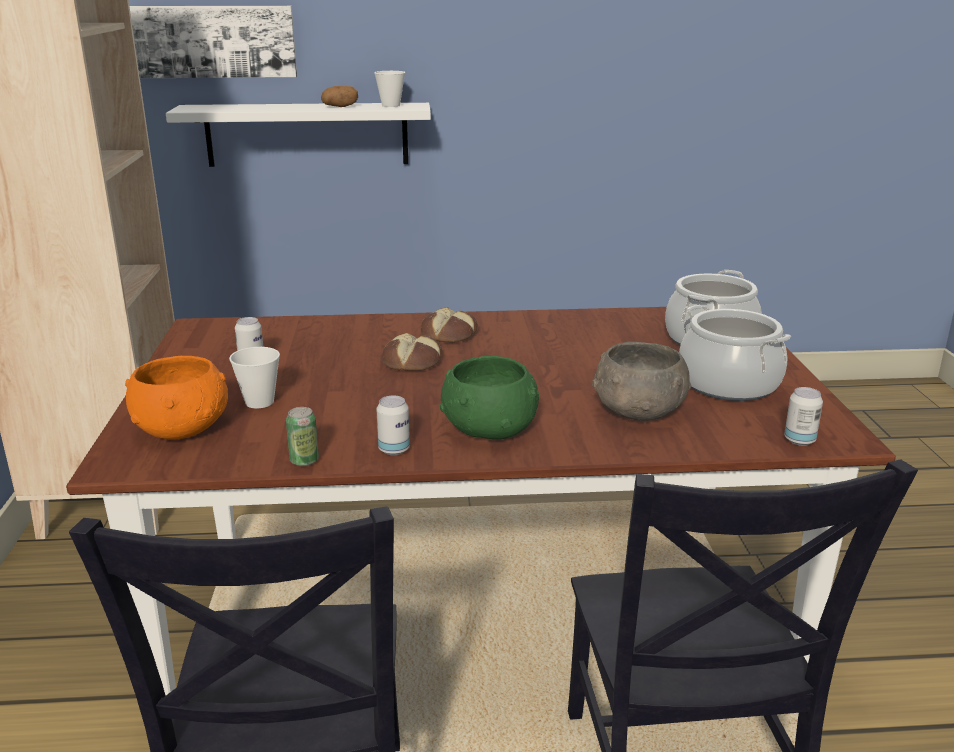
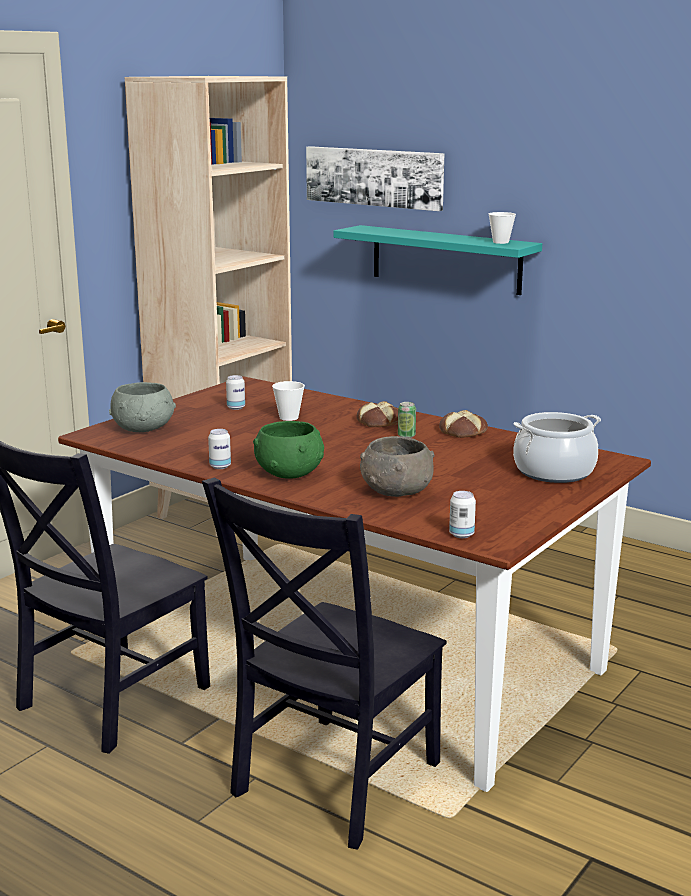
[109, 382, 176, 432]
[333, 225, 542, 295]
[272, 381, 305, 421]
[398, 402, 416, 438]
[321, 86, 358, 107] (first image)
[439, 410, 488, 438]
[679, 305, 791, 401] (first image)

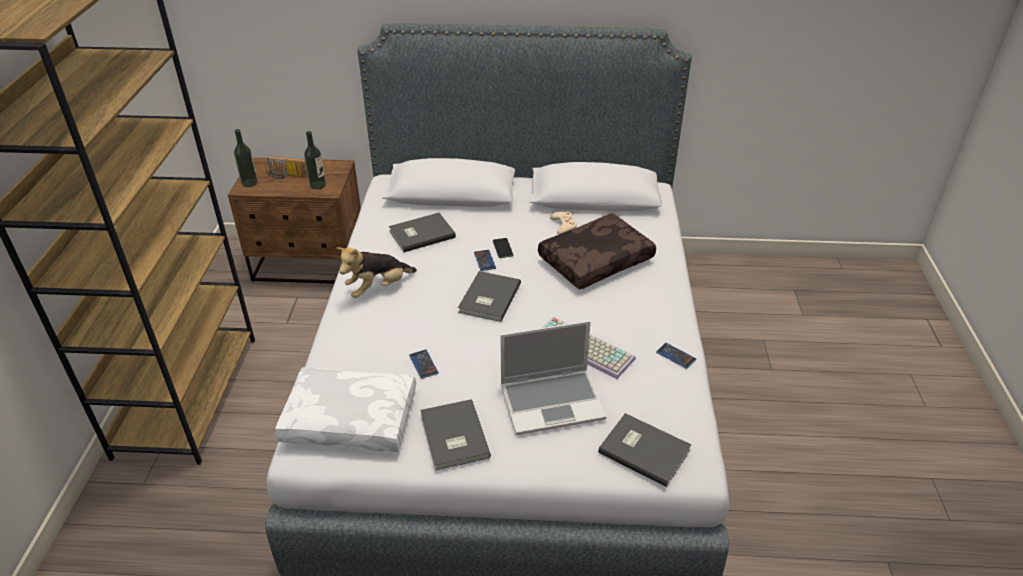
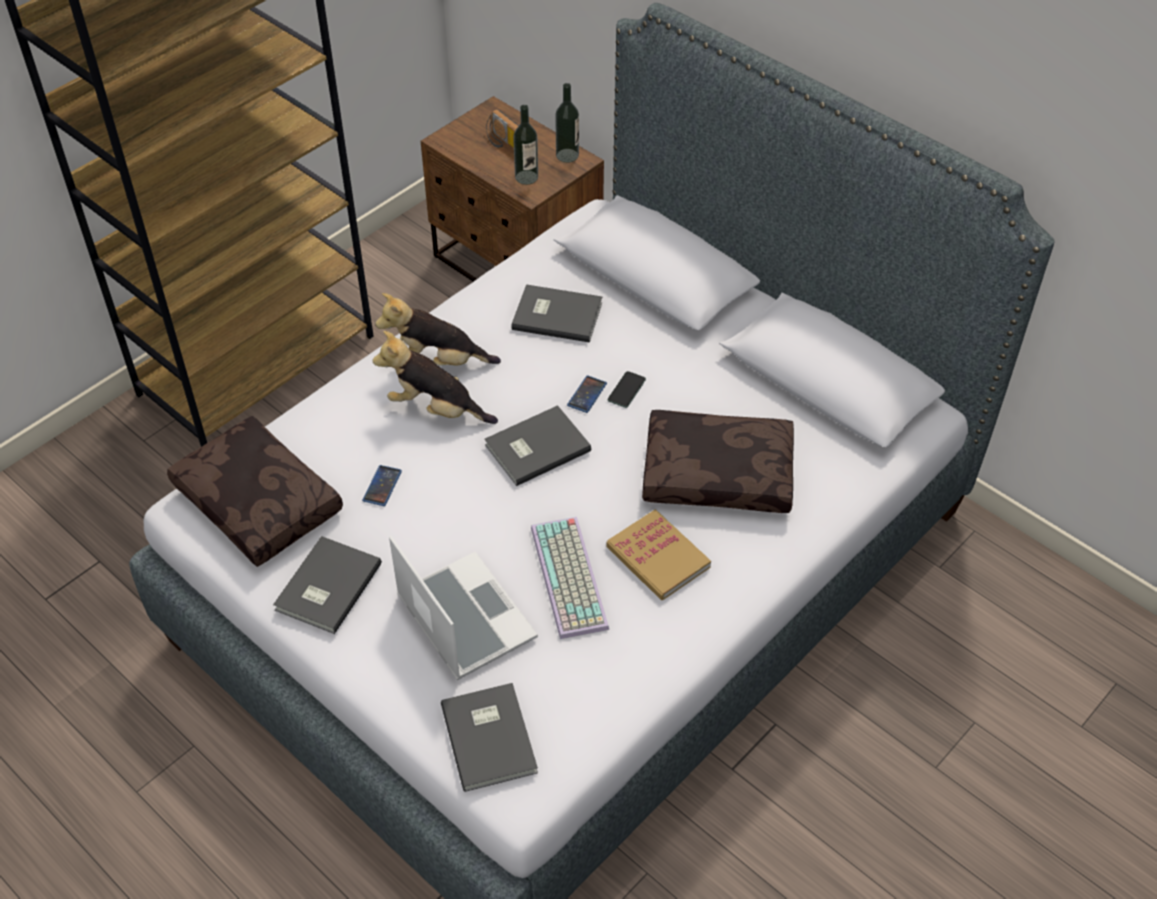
[555, 83, 579, 163]
[167, 416, 343, 567]
[389, 536, 538, 680]
[550, 211, 577, 235] (first image)
[656, 343, 696, 369] (first image)
[373, 331, 498, 424]
[606, 509, 711, 601]

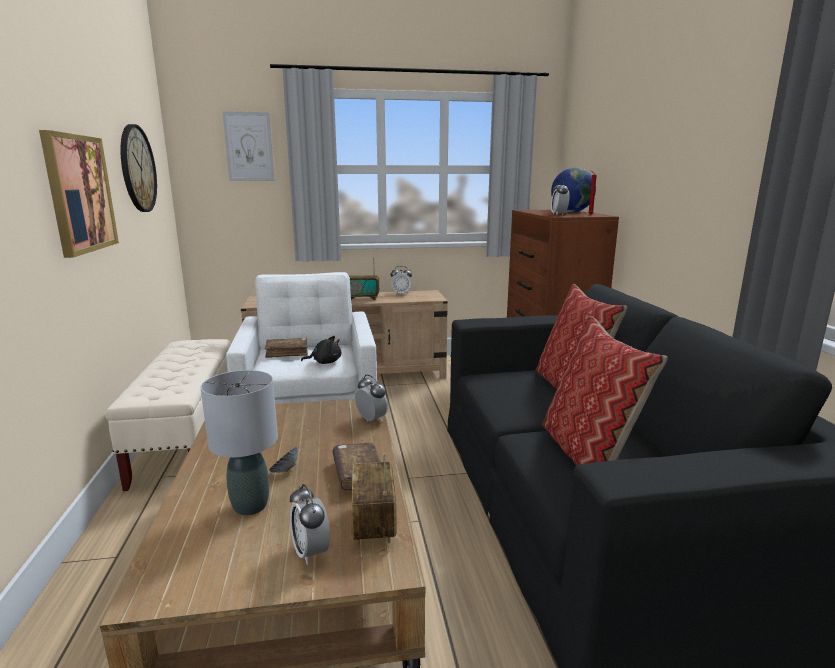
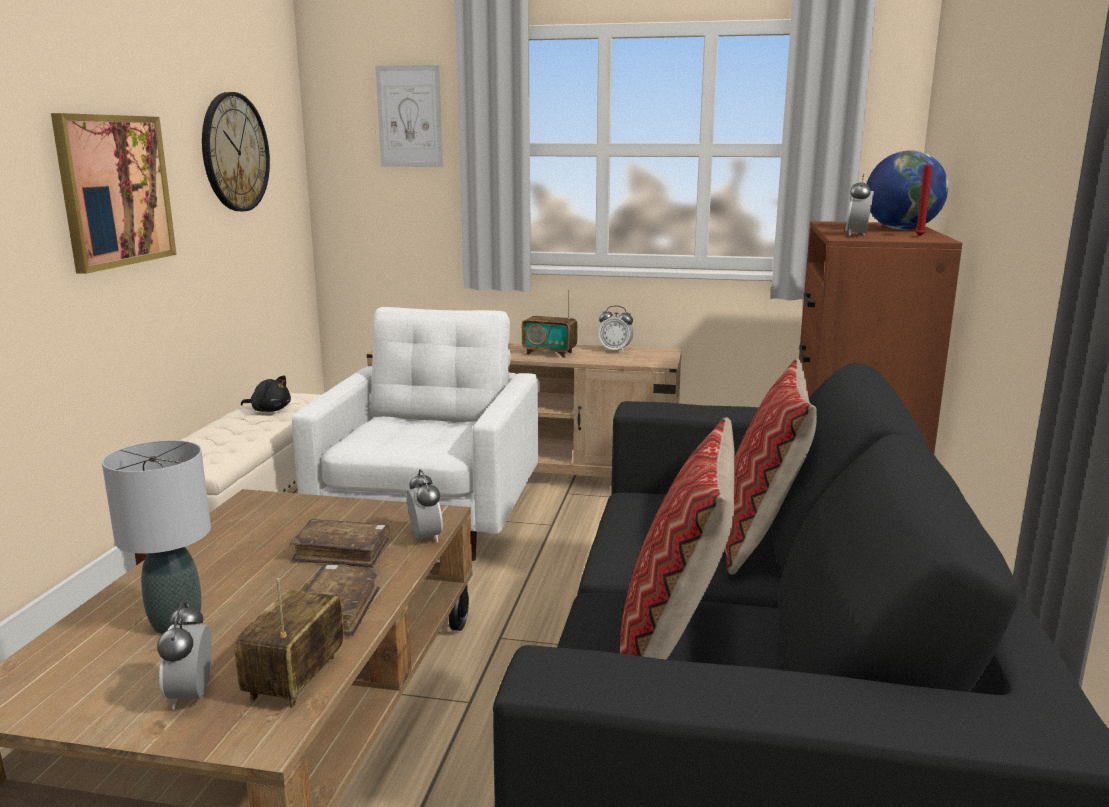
[290, 519, 390, 568]
[269, 447, 298, 473] (first image)
[241, 375, 291, 412]

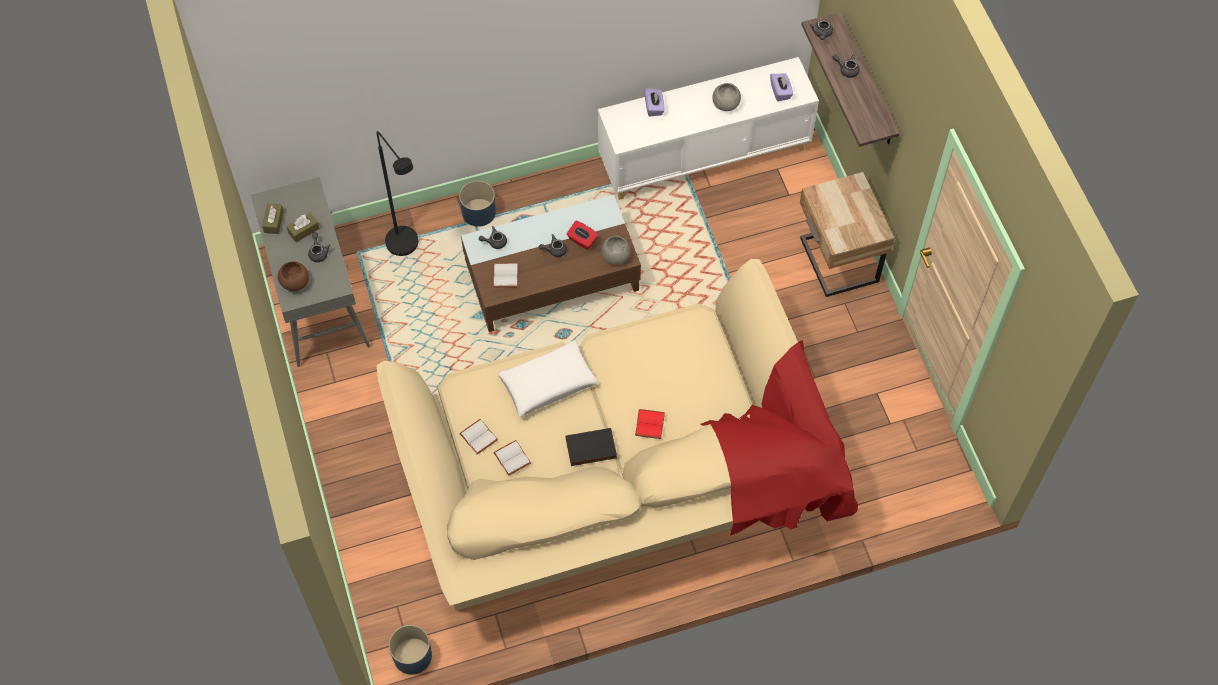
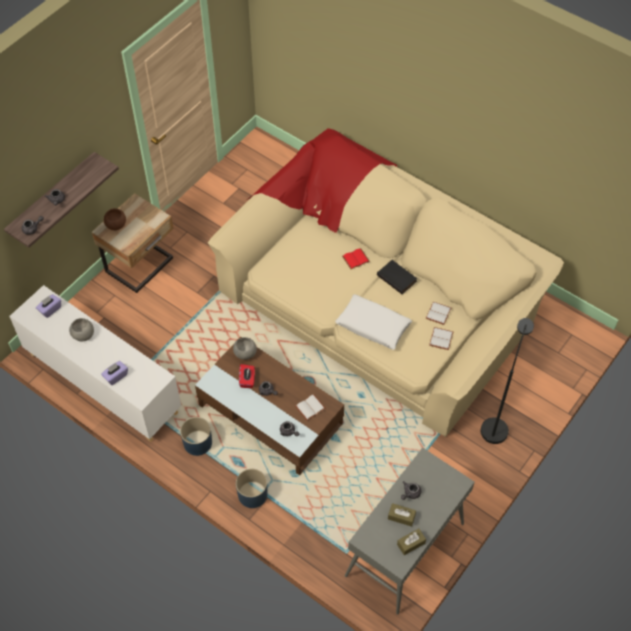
[104, 208, 126, 230]
[480, 318, 534, 444]
[180, 417, 212, 456]

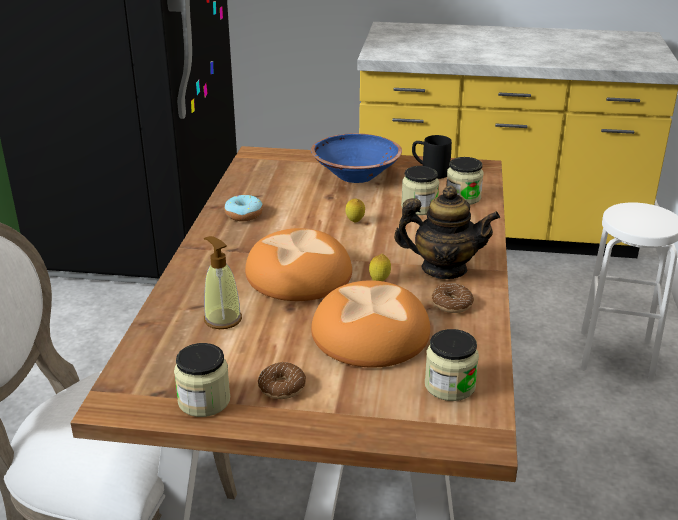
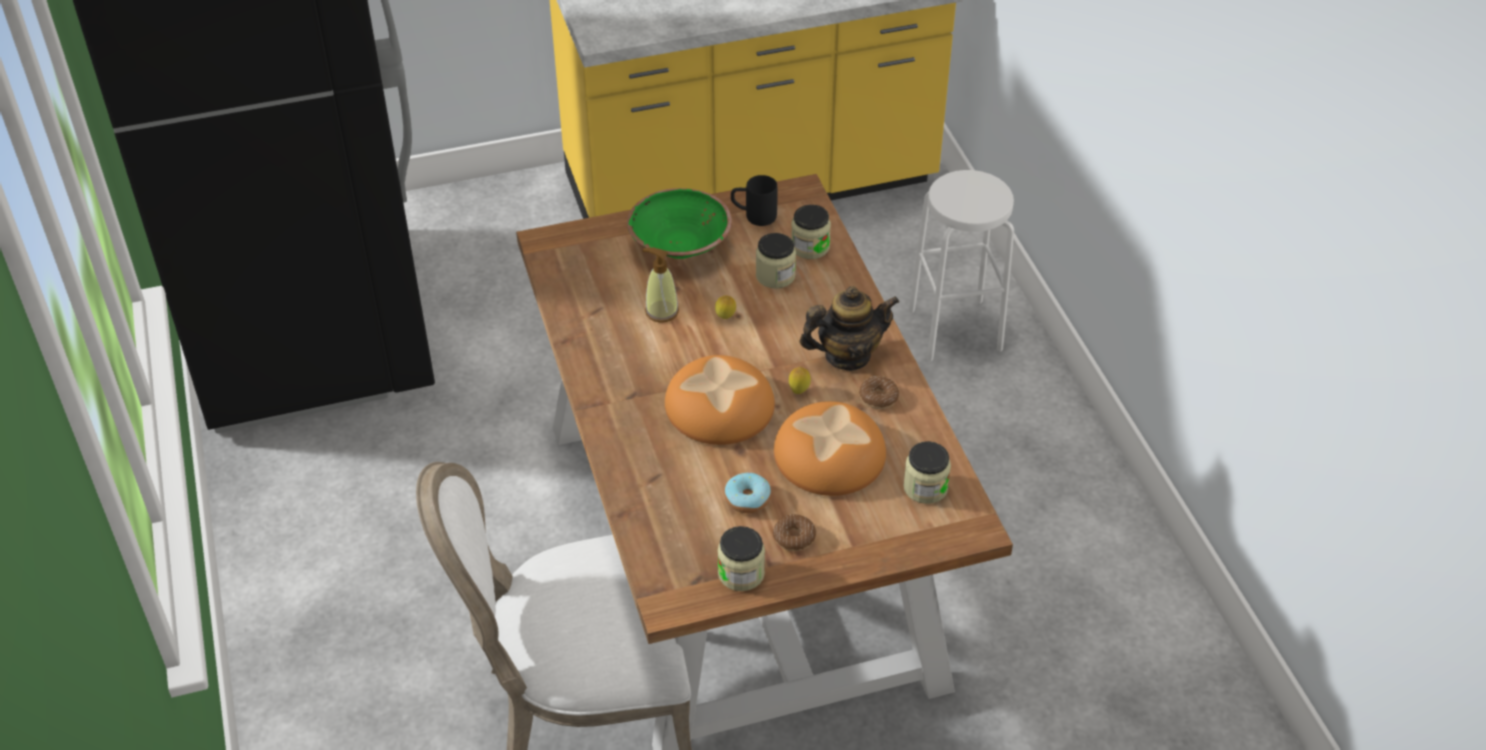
[642, 247, 679, 323]
[725, 472, 771, 513]
[627, 188, 732, 259]

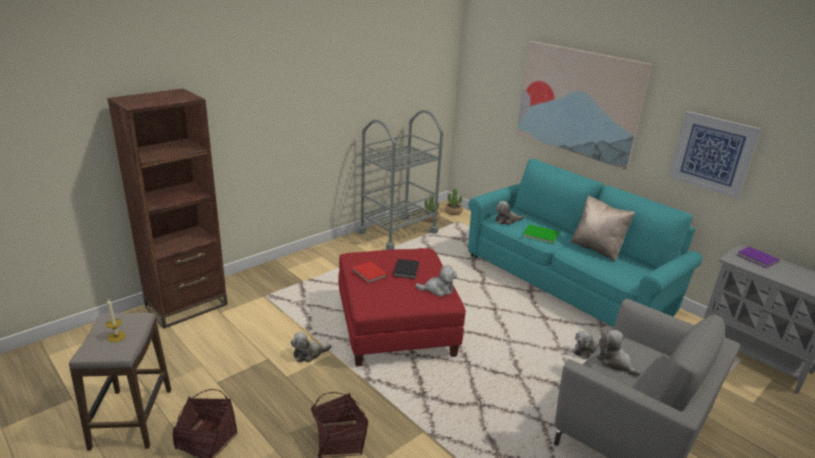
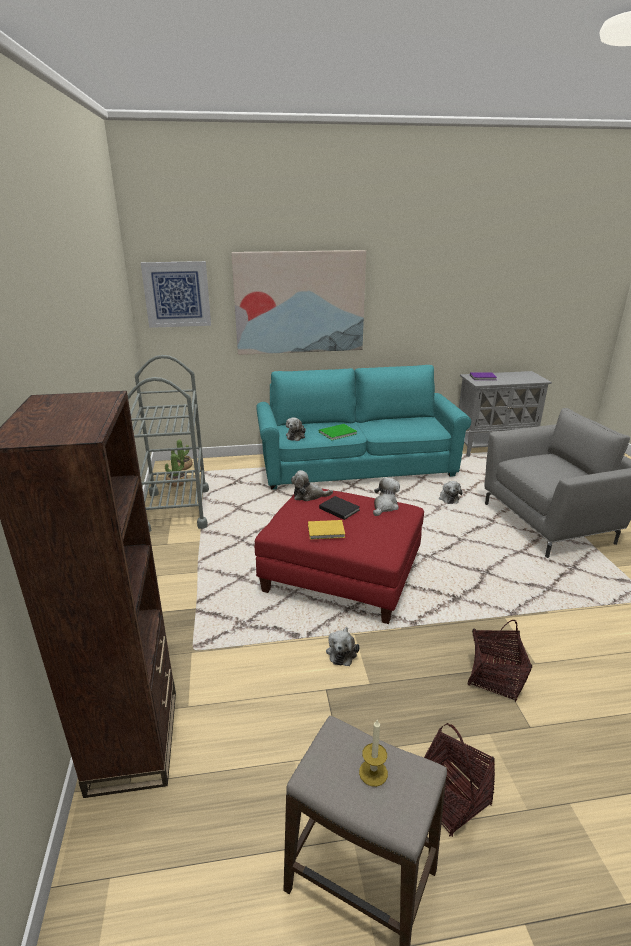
[308, 520, 345, 539]
[570, 195, 635, 262] (first image)
[291, 470, 333, 501]
[141, 261, 211, 328]

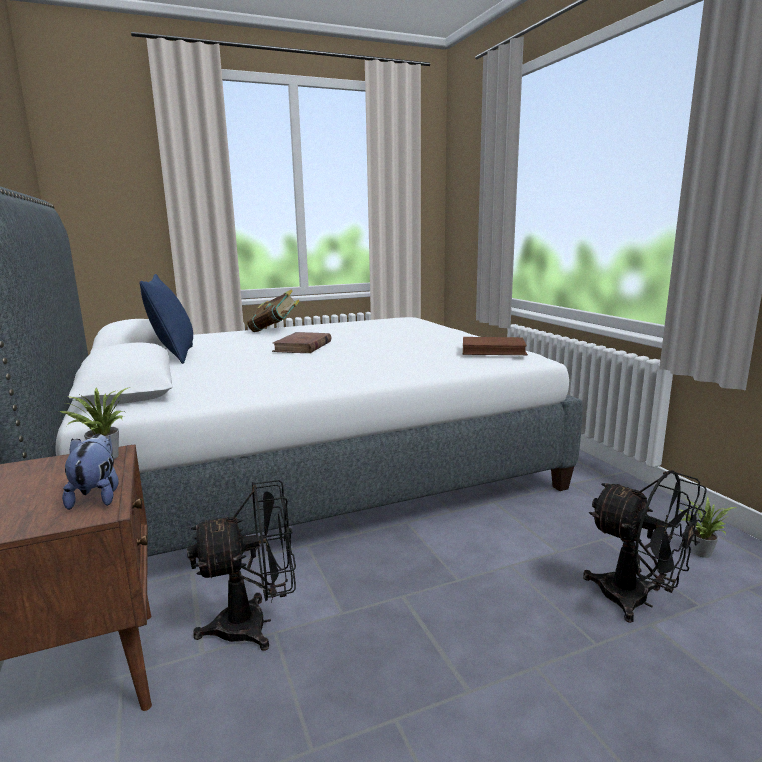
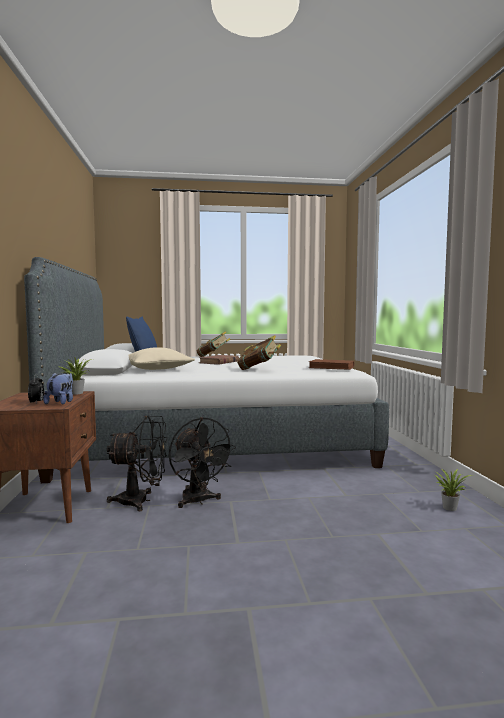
[169, 417, 236, 508]
[28, 374, 44, 403]
[128, 347, 195, 370]
[237, 335, 281, 370]

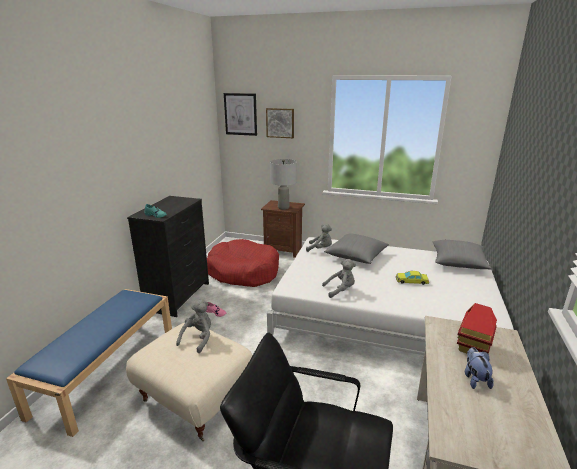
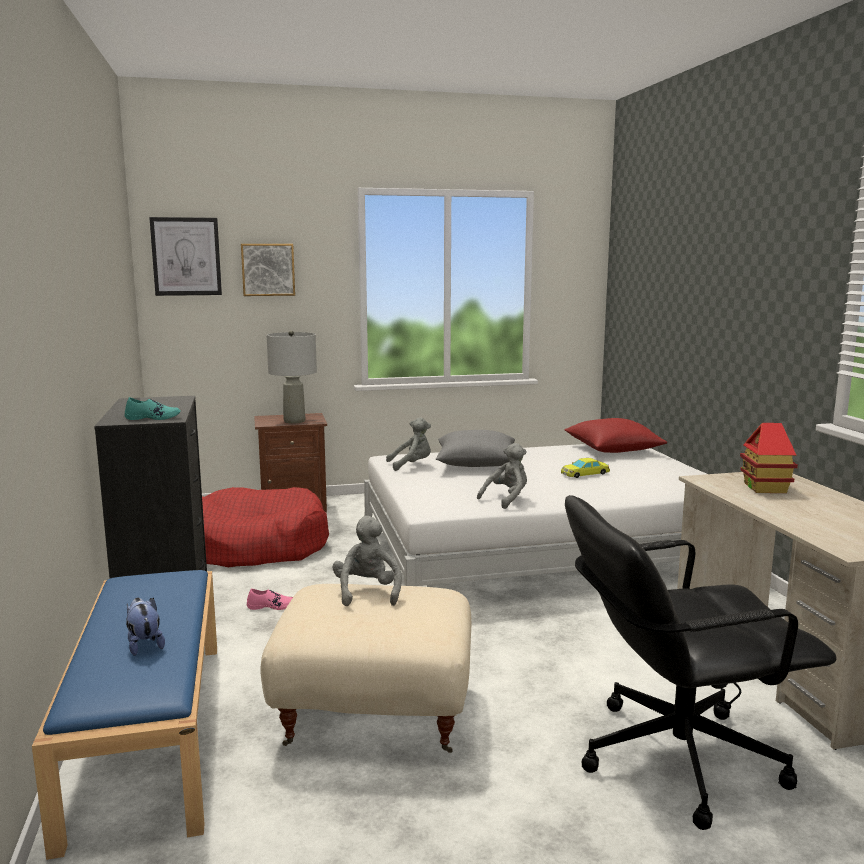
[564, 418, 667, 453]
[126, 598, 165, 656]

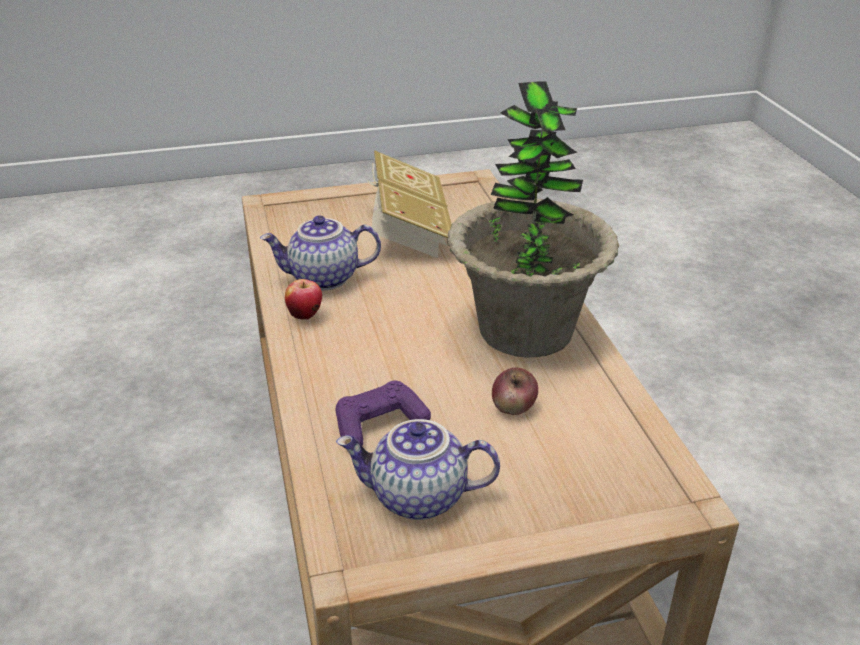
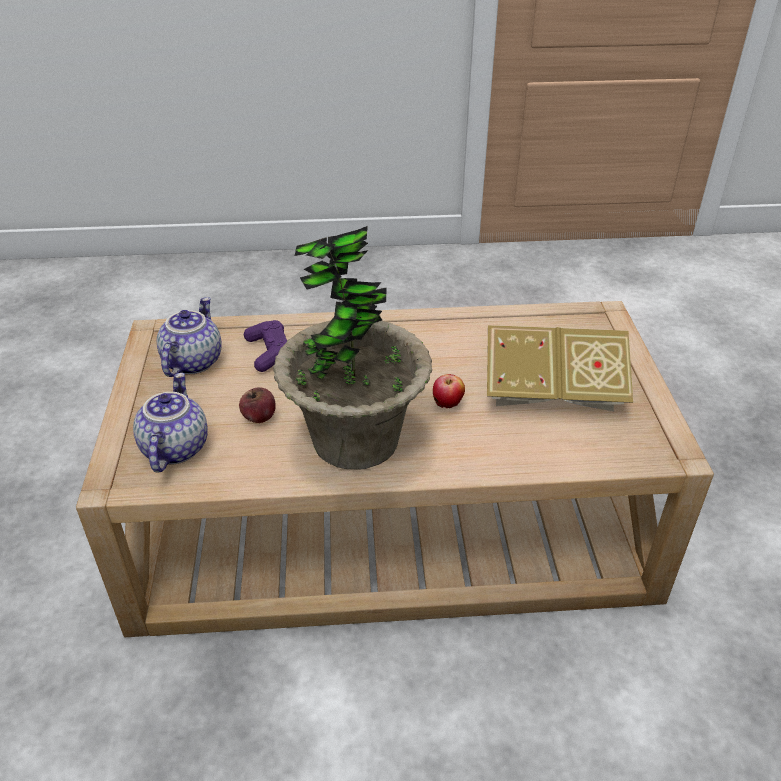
[133, 373, 208, 473]
[433, 374, 465, 408]

